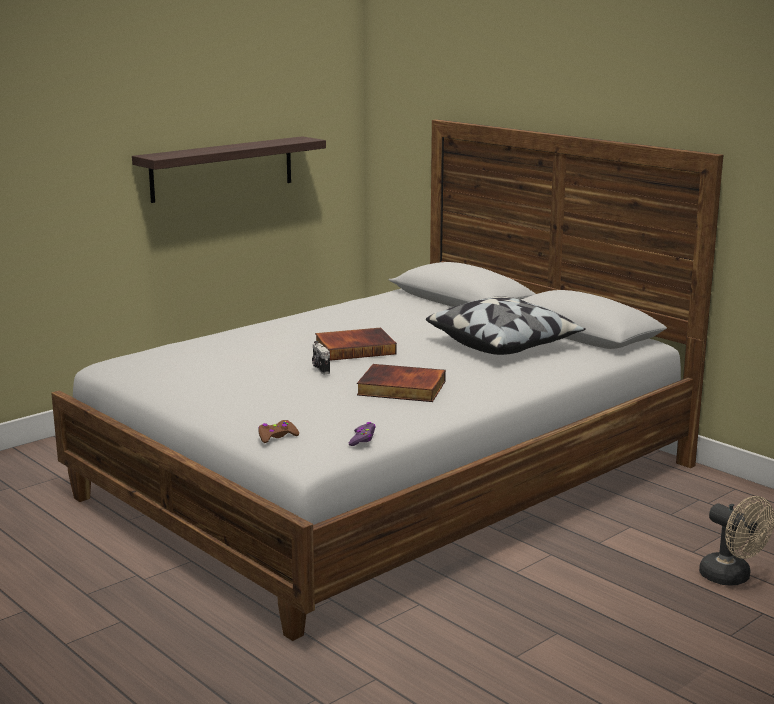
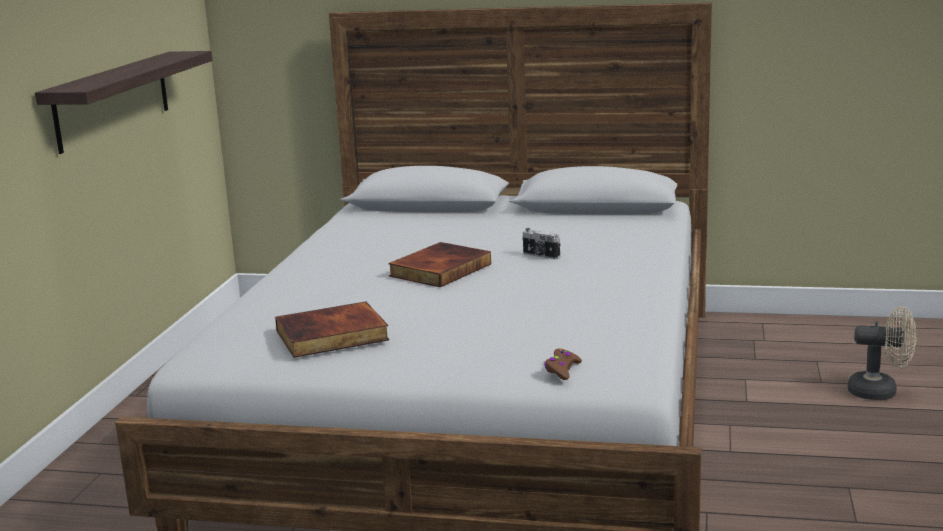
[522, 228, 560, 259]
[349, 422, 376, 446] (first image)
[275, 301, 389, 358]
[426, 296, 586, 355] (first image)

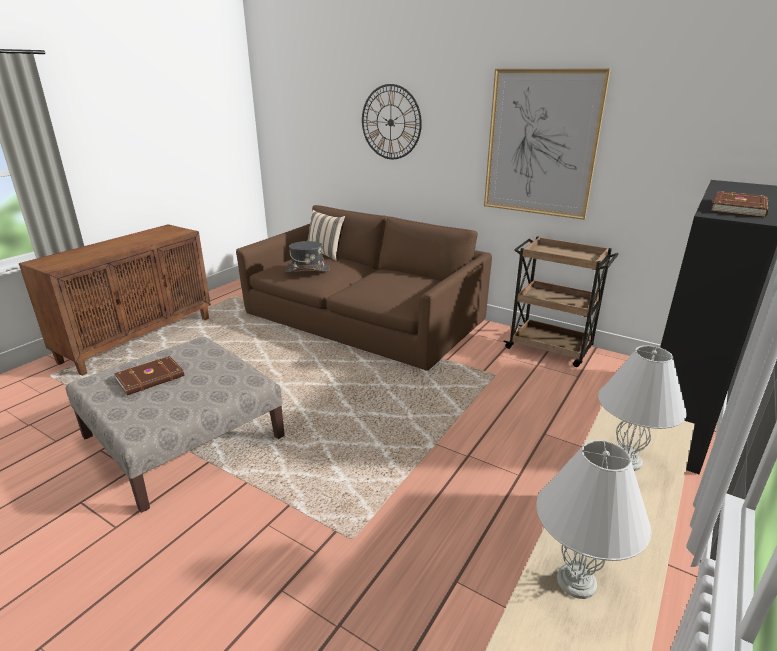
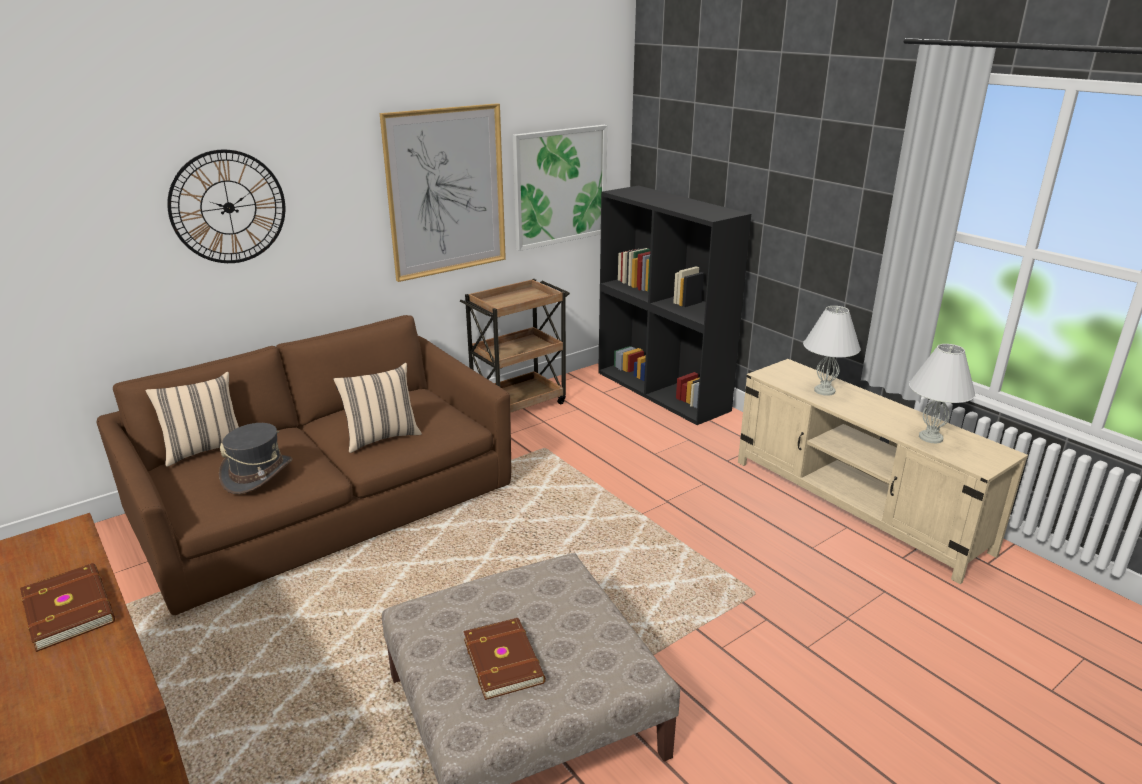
[20, 563, 115, 652]
[333, 363, 422, 453]
[513, 125, 607, 251]

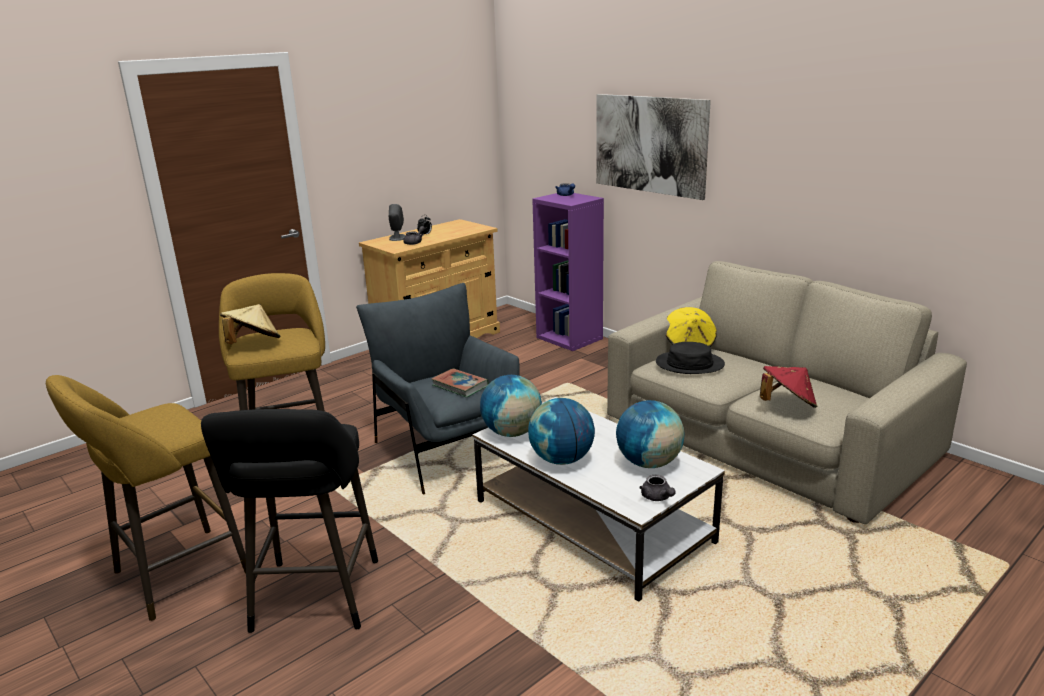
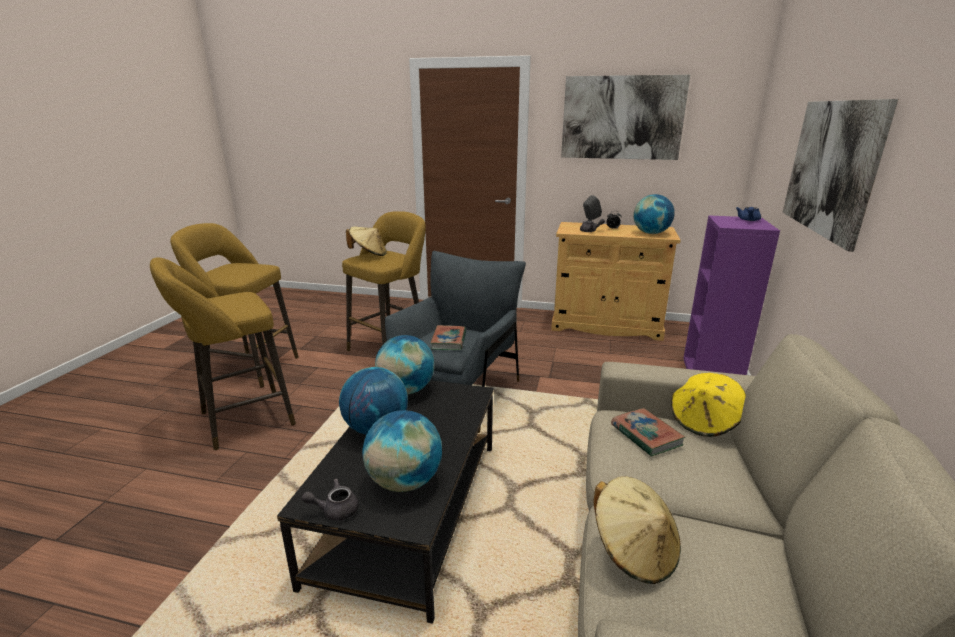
[150, 257, 296, 450]
[277, 380, 493, 624]
[302, 479, 359, 521]
[611, 408, 686, 456]
[593, 476, 681, 584]
[561, 75, 690, 160]
[633, 194, 675, 234]

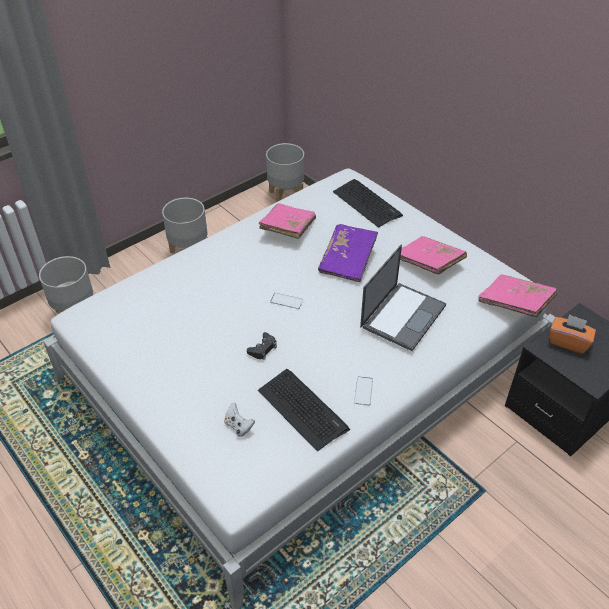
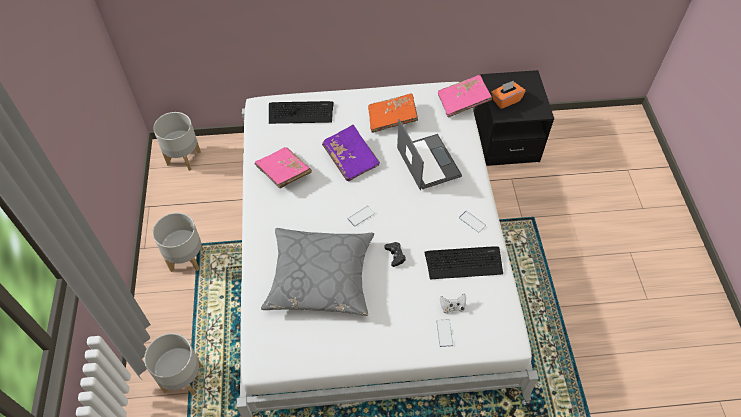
[368, 93, 418, 133]
[261, 228, 374, 316]
[436, 319, 453, 347]

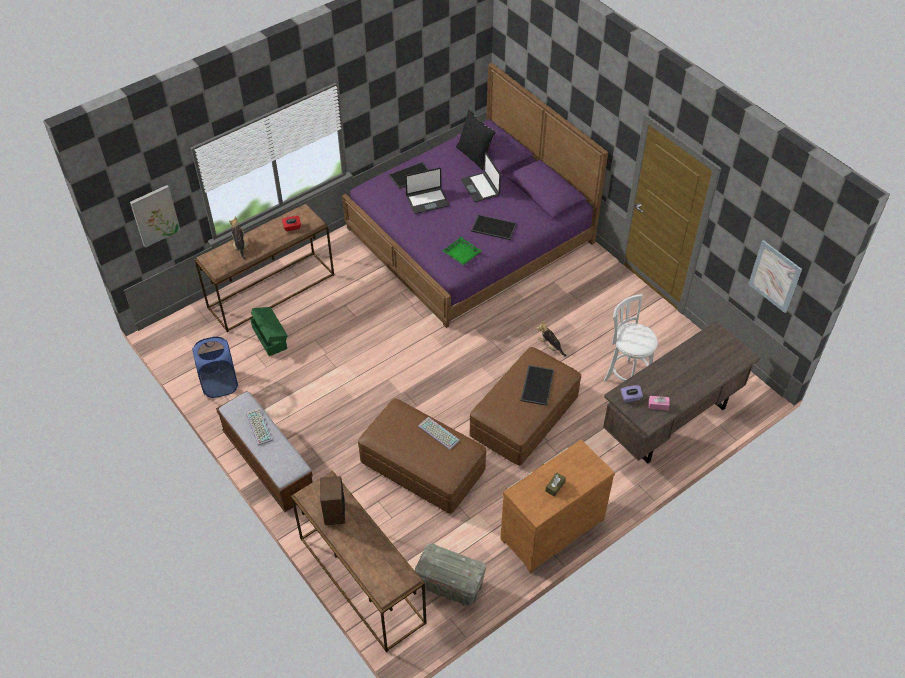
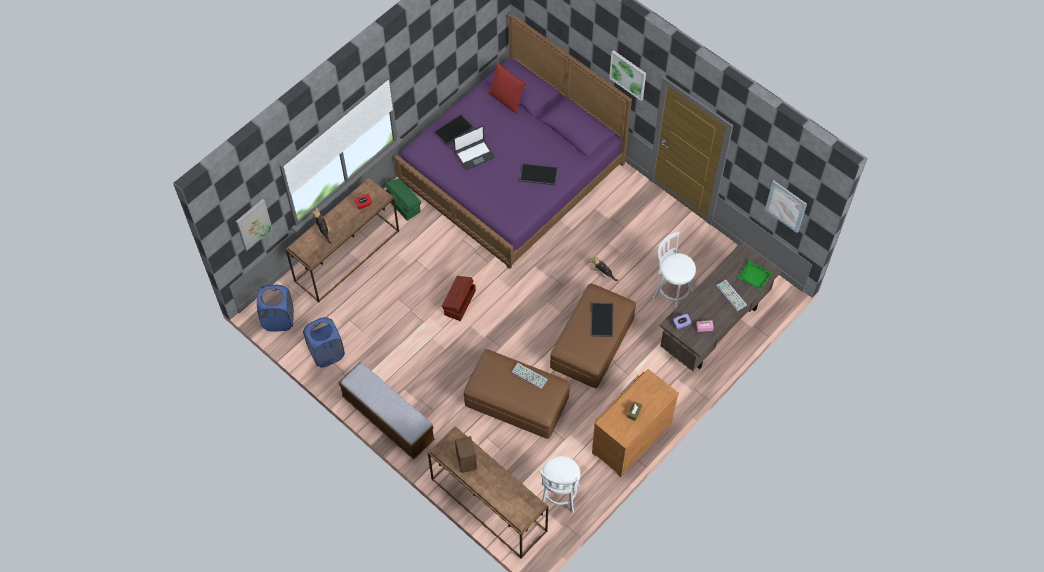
[716, 280, 747, 311]
[385, 178, 421, 221]
[539, 456, 580, 513]
[737, 260, 773, 290]
[488, 62, 526, 114]
[461, 152, 501, 202] (first image)
[257, 284, 294, 331]
[442, 276, 476, 321]
[609, 50, 646, 101]

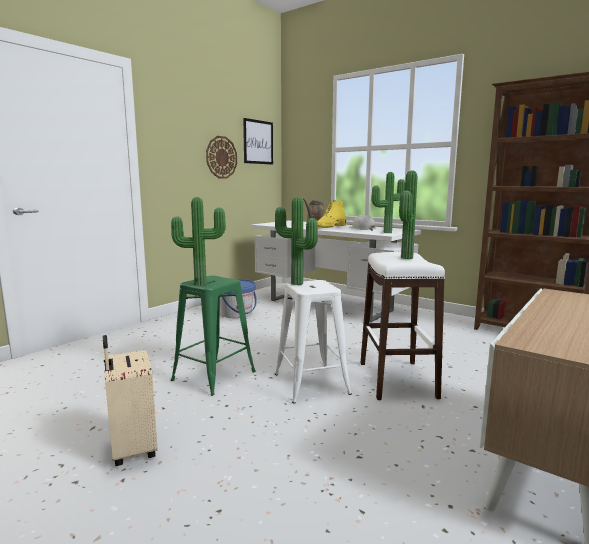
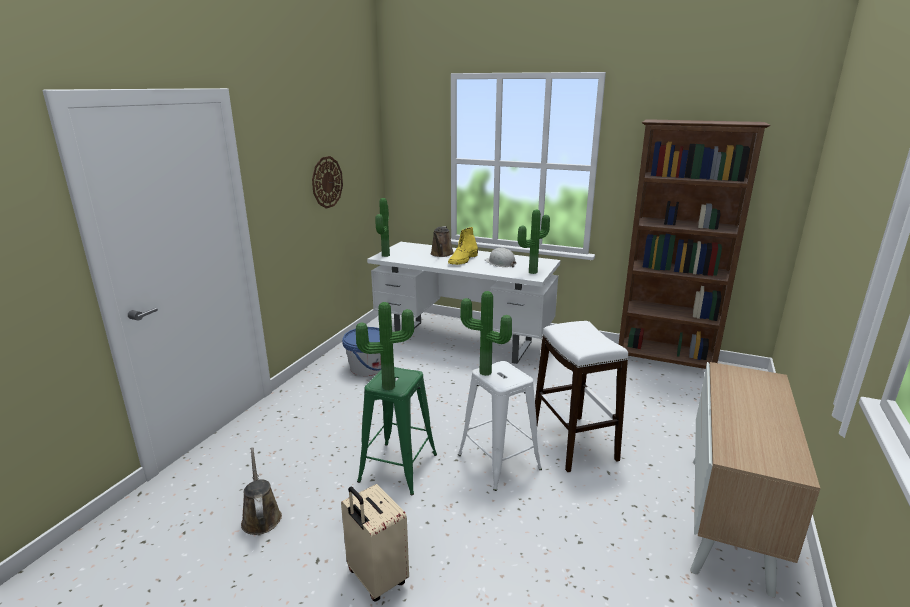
[243, 118, 273, 165] (first image)
[375, 198, 390, 257]
[241, 447, 282, 535]

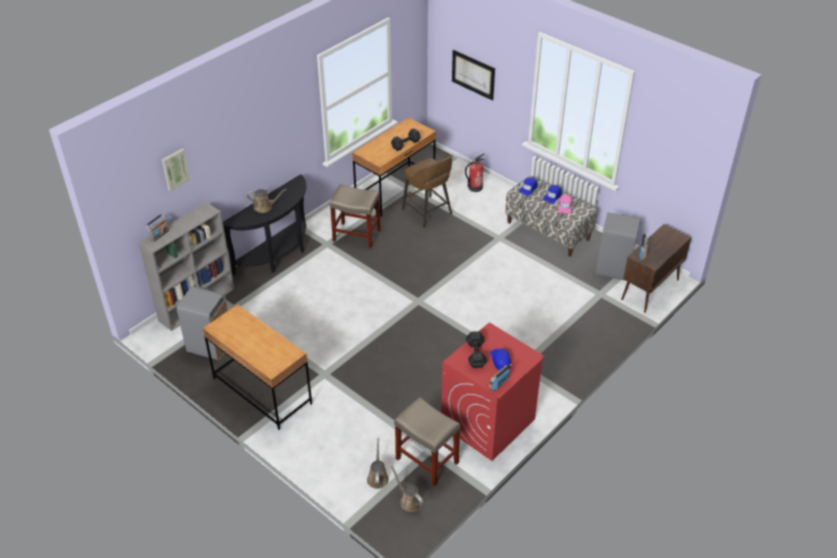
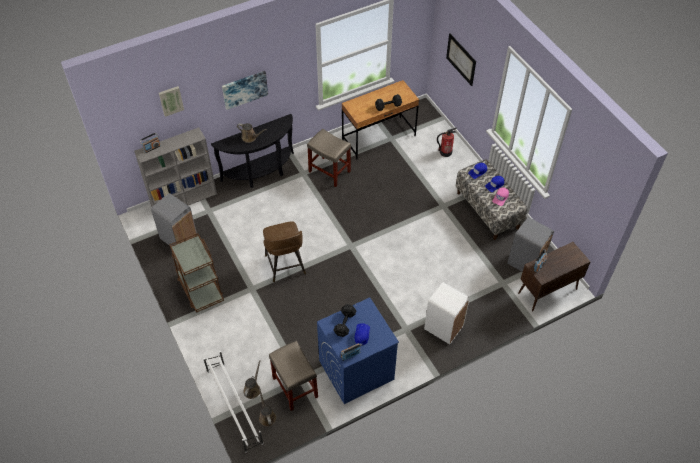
[170, 233, 224, 313]
[263, 221, 306, 282]
[317, 297, 399, 404]
[203, 351, 263, 453]
[222, 71, 268, 110]
[424, 282, 470, 344]

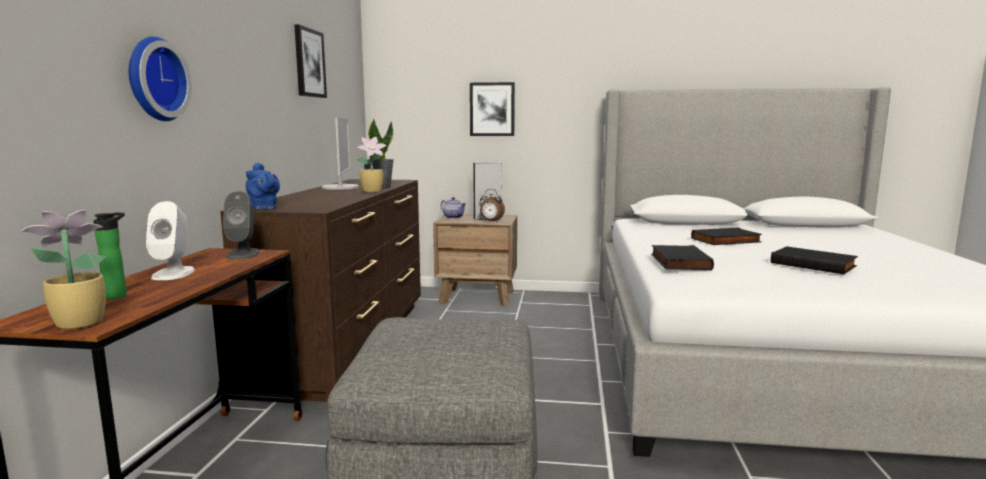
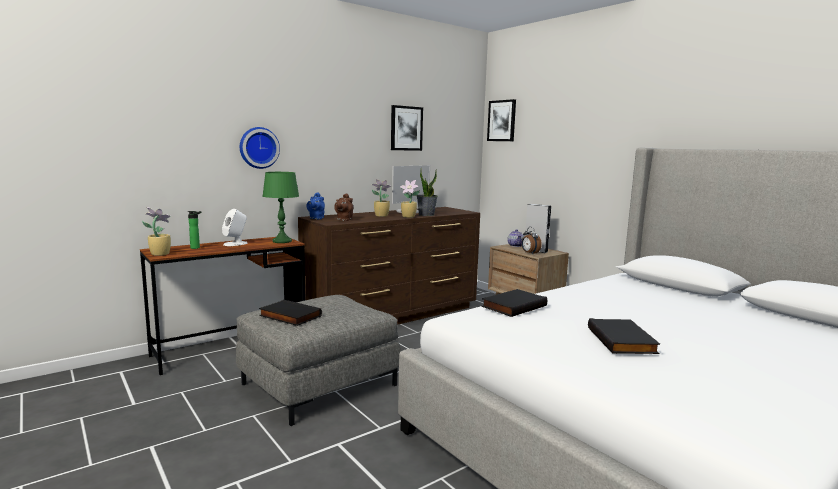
[263, 172, 299, 243]
[487, 99, 516, 141]
[259, 300, 322, 326]
[334, 194, 354, 221]
[372, 179, 392, 217]

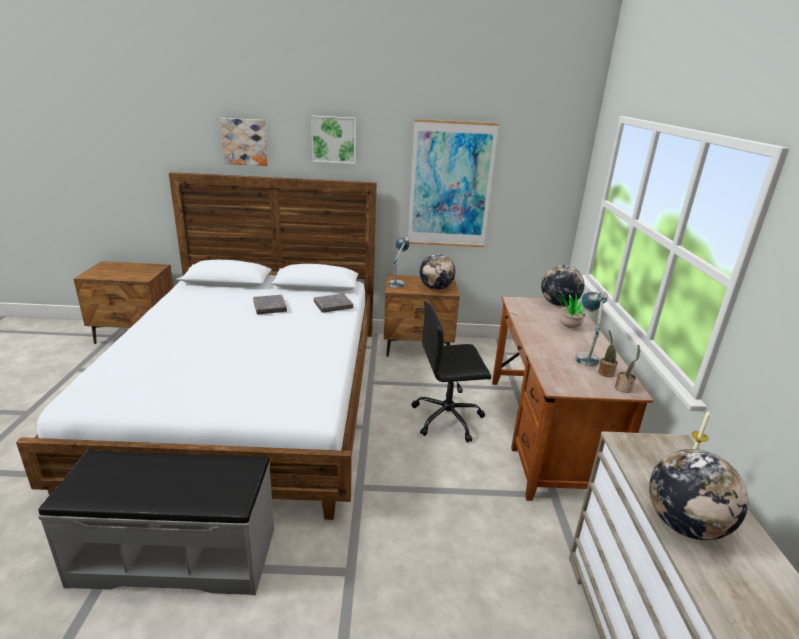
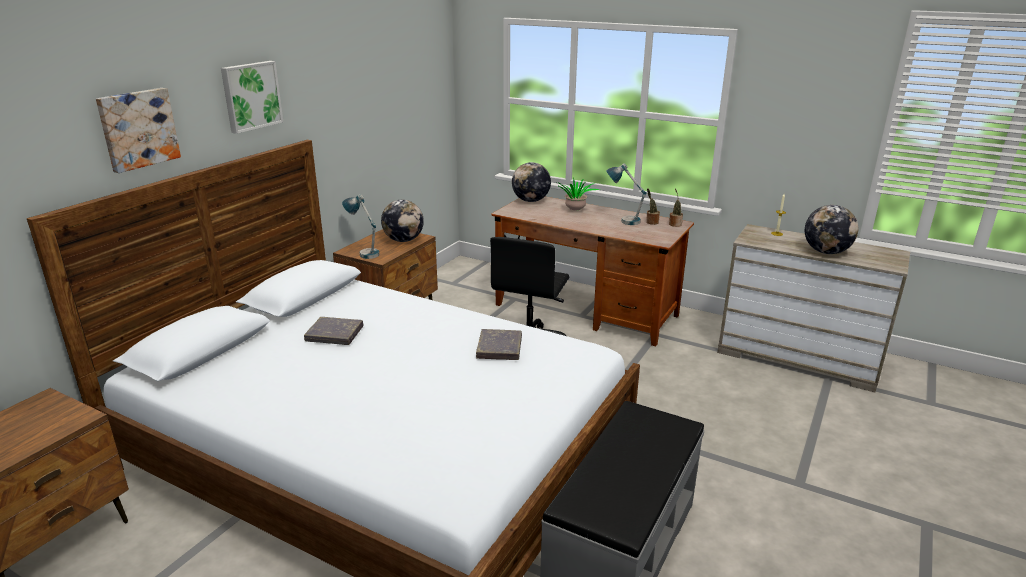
[476, 329, 522, 360]
[408, 119, 499, 247] (first image)

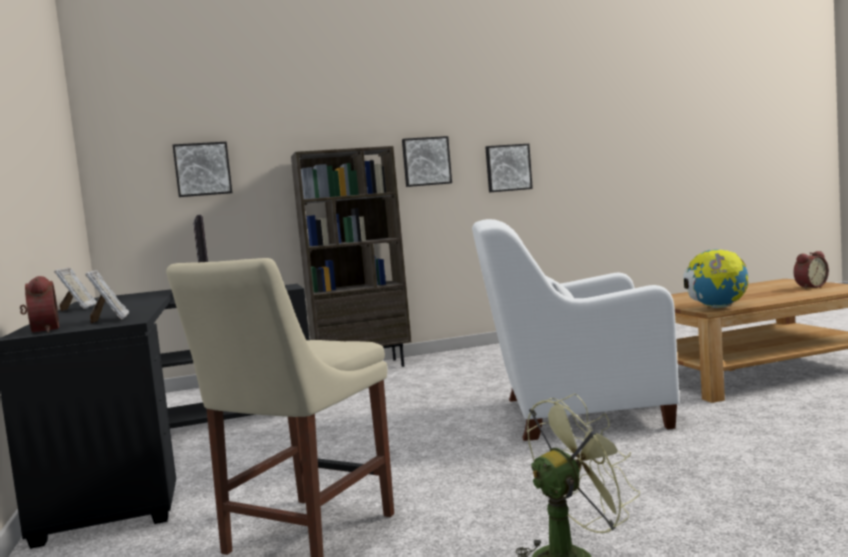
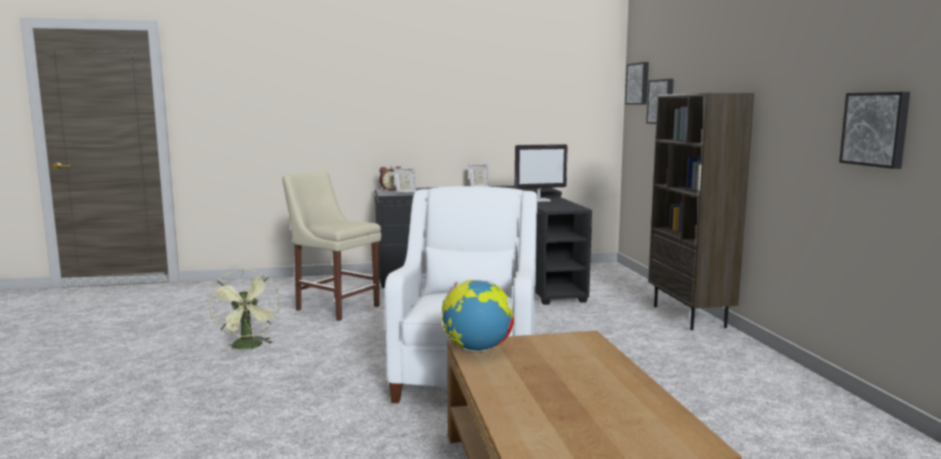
[625, 62, 649, 105]
[794, 251, 829, 289] (first image)

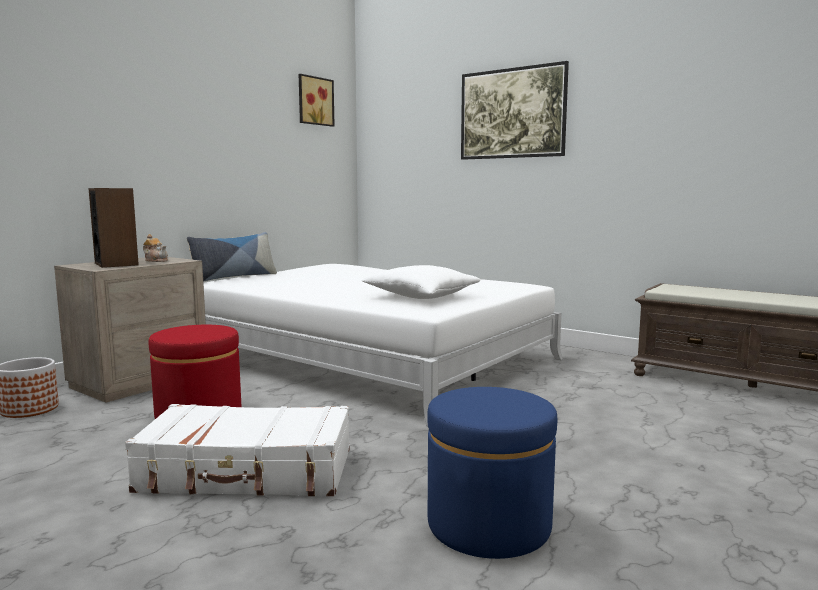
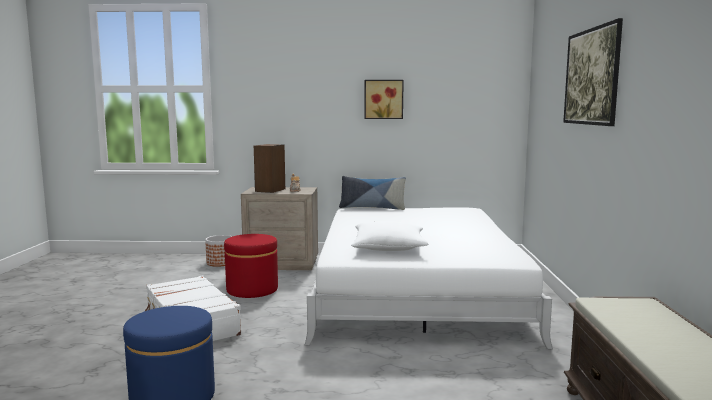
[365, 80, 404, 119]

